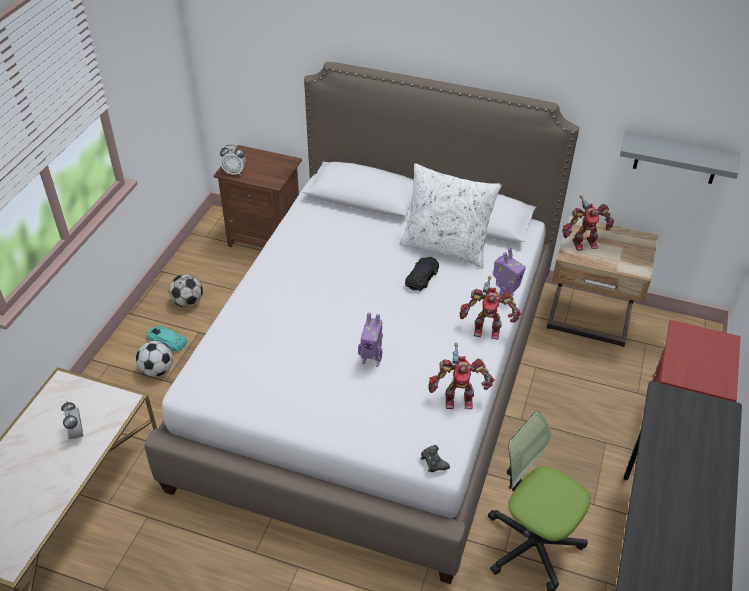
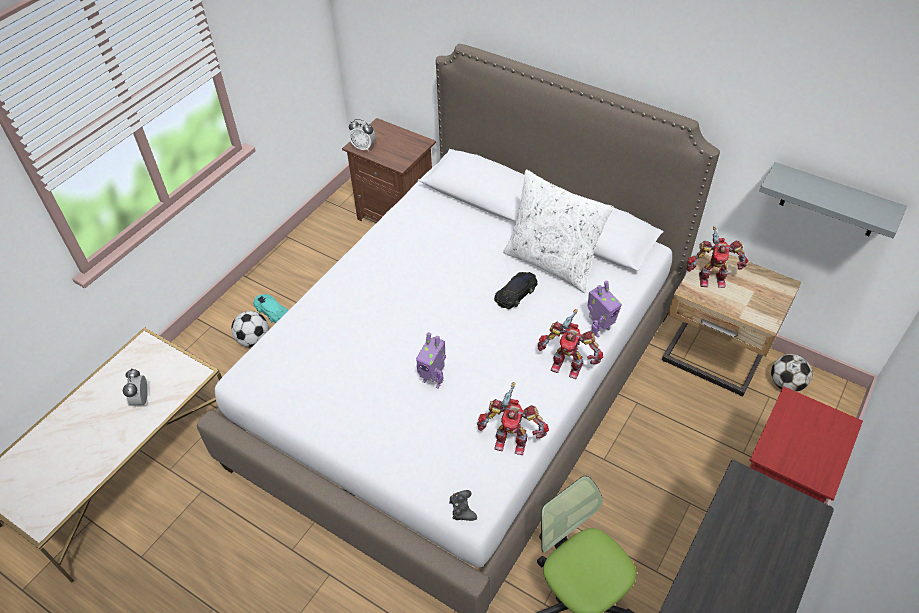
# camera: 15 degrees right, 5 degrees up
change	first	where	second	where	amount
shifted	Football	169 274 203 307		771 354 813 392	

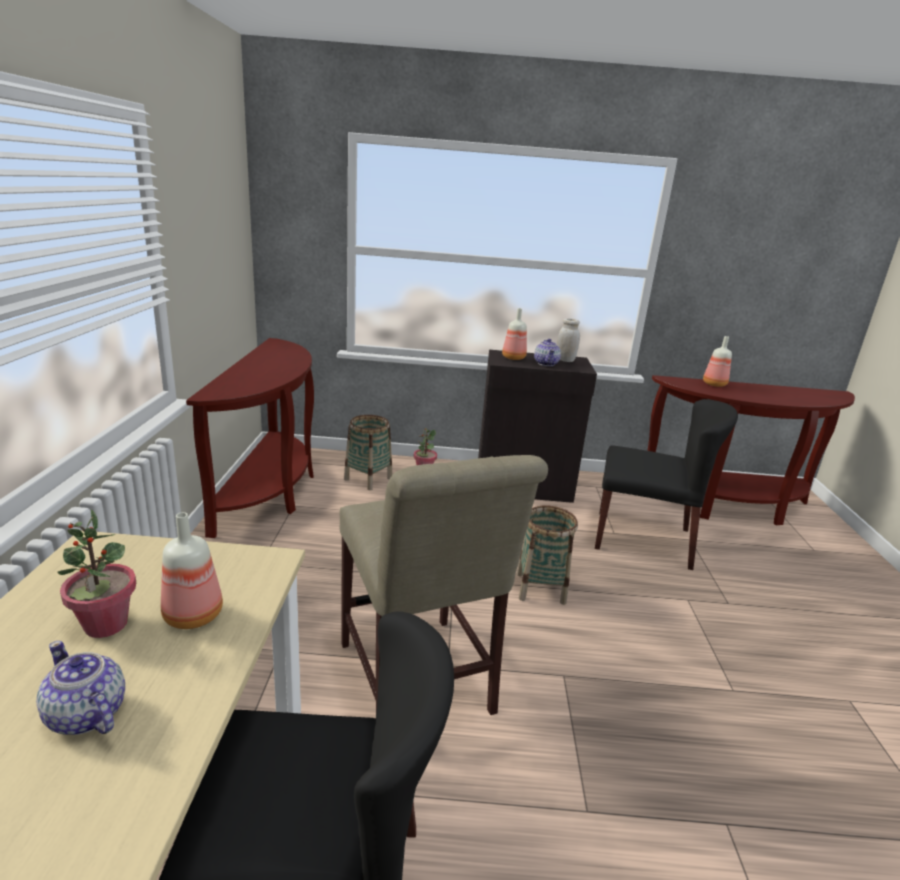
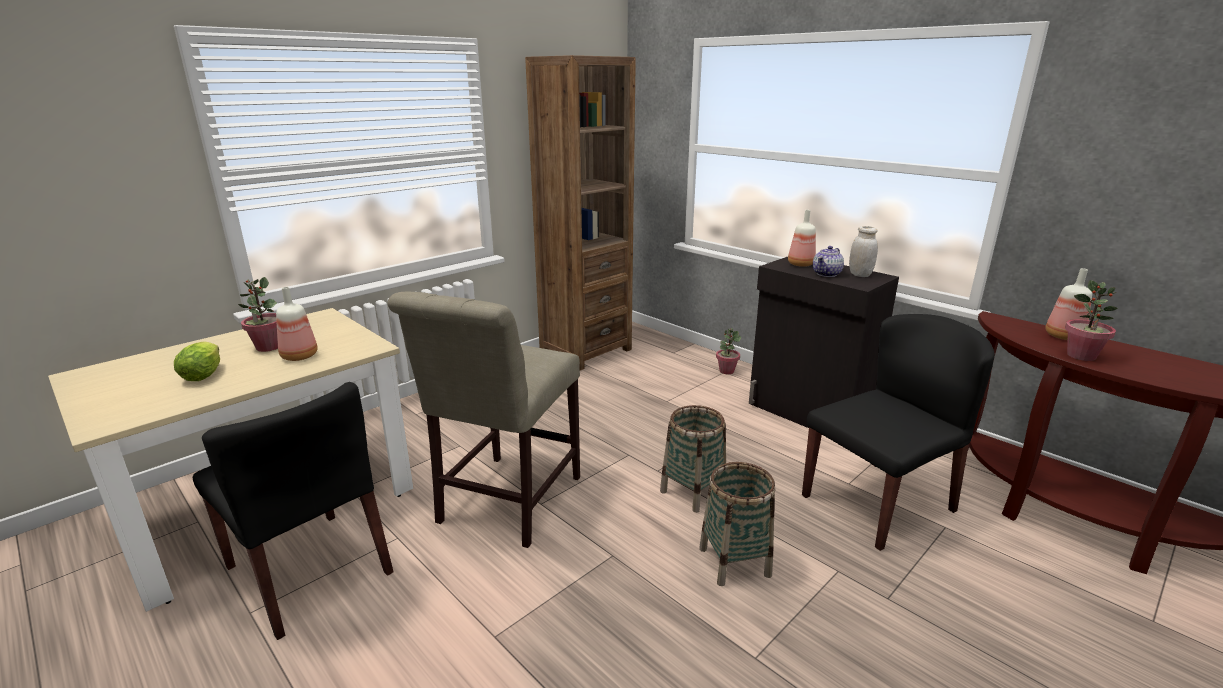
# camera: 45 degrees right, 0 degrees up
change	first	where	second	where	amount
swapped	Teapot	36 641 125 735	Lettuce	174 341 220 381	
swapped	BrownConsoleTable	186 338 314 538	BrownBookcase	525 55 636 370	
shifted	Basket	344 415 392 490		699 462 776 586	
rotated	BlackChair	595 399 738 570		802 314 995 551	90 degrees counterclockwise
new			PottedPlant	1065 280 1118 361	

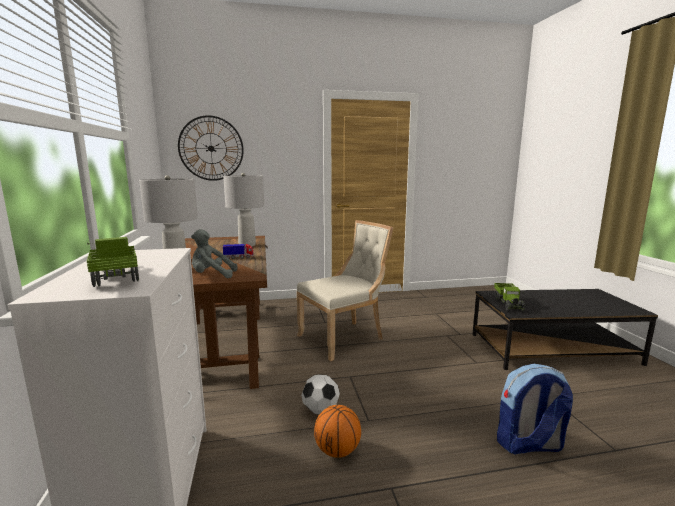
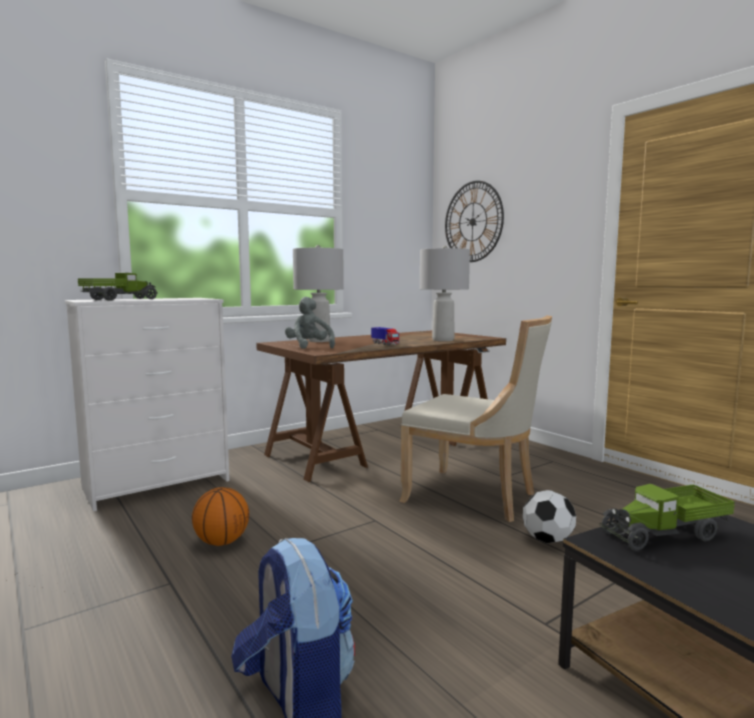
# camera: 65 degrees right, 5 degrees down
change	first	where	second	where	amount
shifted	Football	301 374 340 414		523 490 576 543	

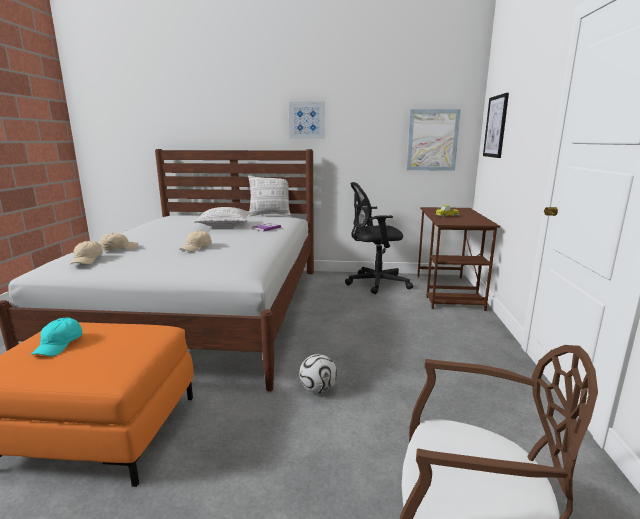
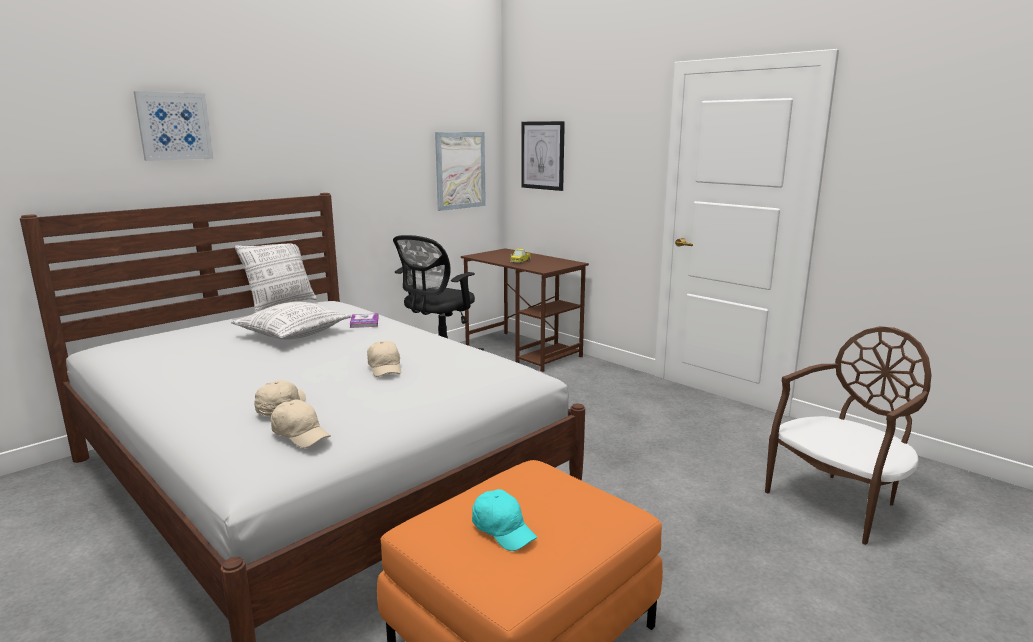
# camera: 50 degrees left, 0 degrees up
change	first	where	second	where	amount
shifted	Picture	289 101 324 139		134 91 213 161	
gone	Football	299 354 337 394			

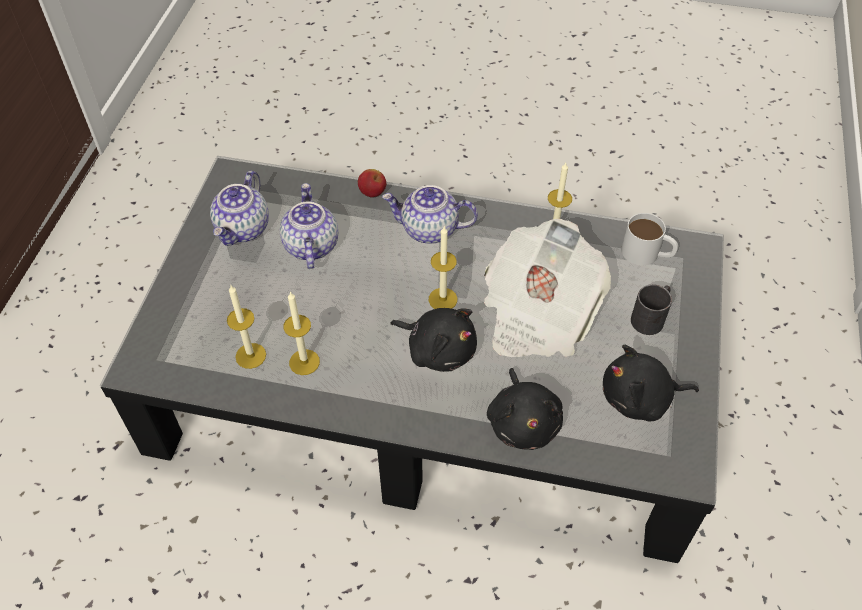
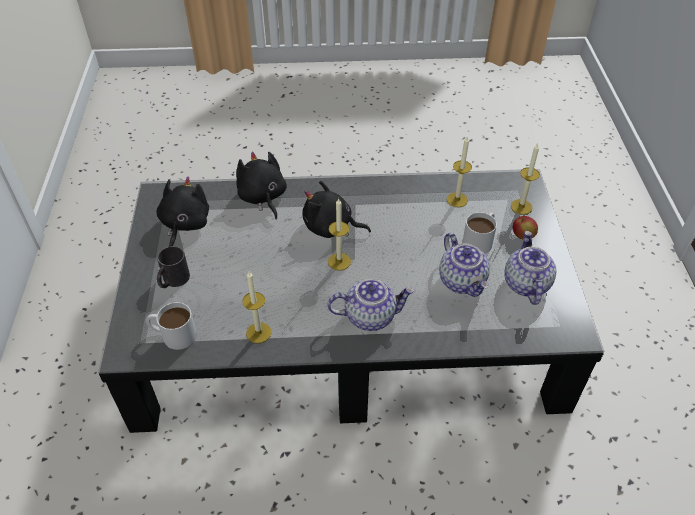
# camera: 165 degrees right, 5 degrees down
change	first	where	second	where	amount
shifted	Candle	284 292 320 375		511 144 540 215	
shifted	Apple	358 169 386 197		513 216 538 239	
gone	Newspaper	484 219 611 357			
rotated	BlackPlushToy	603 345 699 421		157 177 209 246	60 degrees counterclockwise
new			WhiteMug	462 212 497 254	

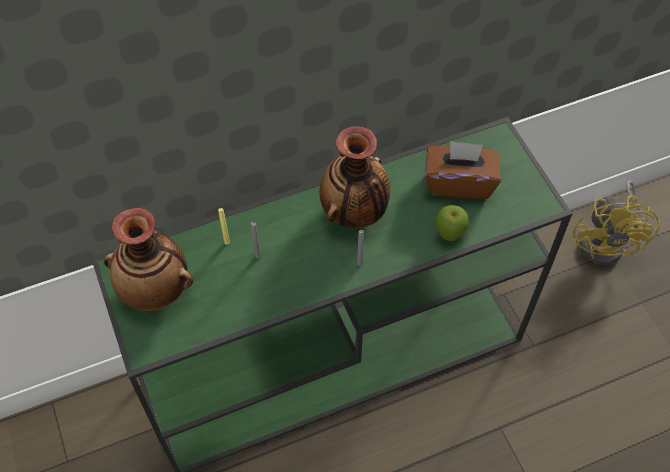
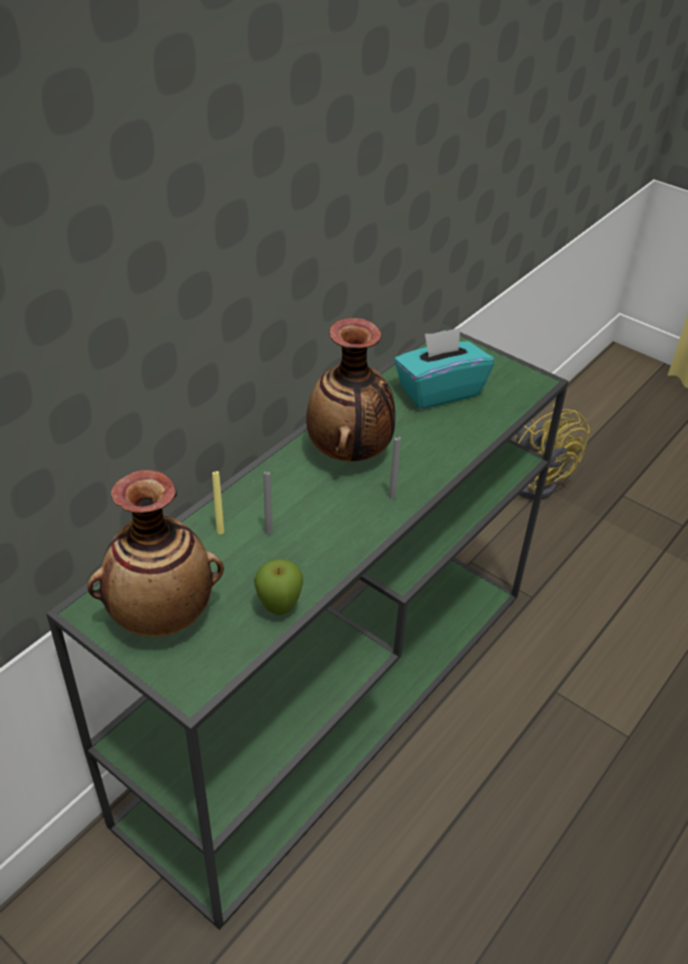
# camera: 30 degrees left, 15 degrees down
change	first	where	second	where	amount
repainted	BrownTissueBox	425 141 501 199	TurquoiseTissueBox	394 328 494 409	
shifted	Apple	436 205 469 241		254 559 303 615	

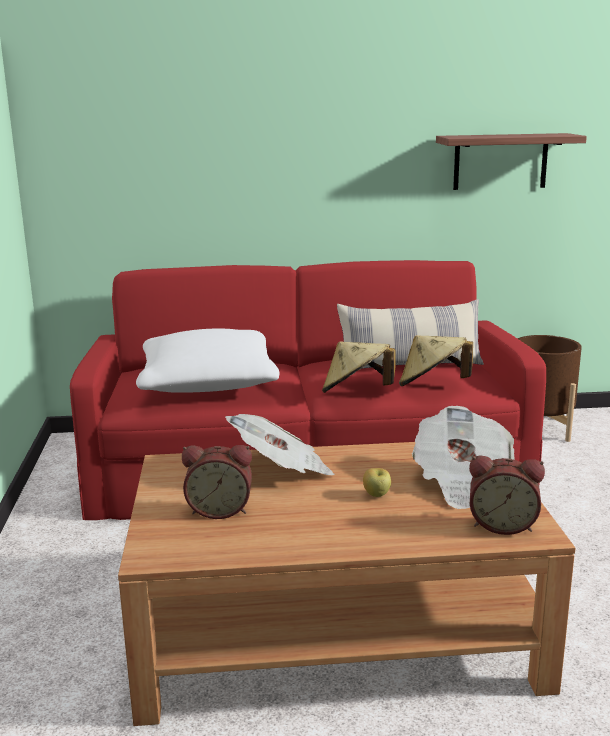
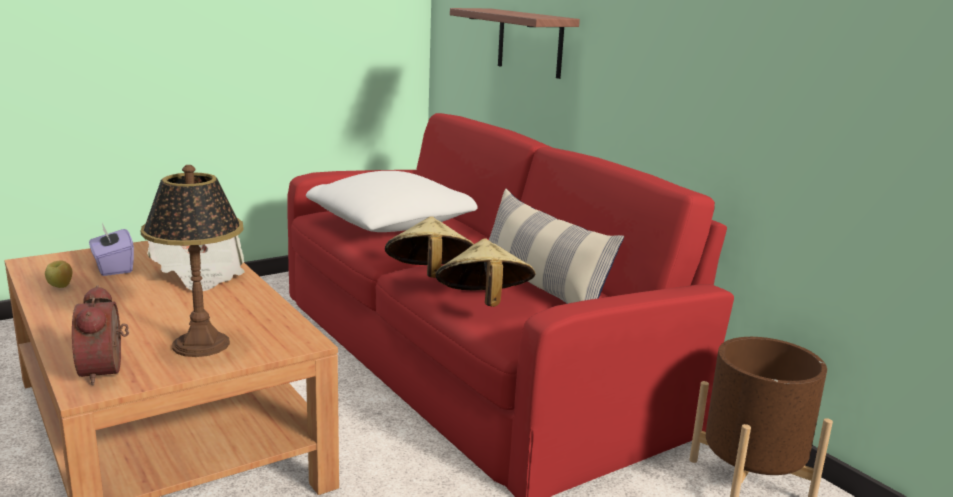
# camera: 60 degrees right, 0 degrees up
change	first	where	second	where	amount
swapped	AlarmClock	182 445 252 519	PurpleTissueBox	89 223 134 276	
shifted	Apple	363 468 391 497		45 260 72 288	
swapped	Newspaper	412 406 515 509	TableLamp	141 165 243 357	
shifted	Shelf	436 133 587 190		450 8 580 79	

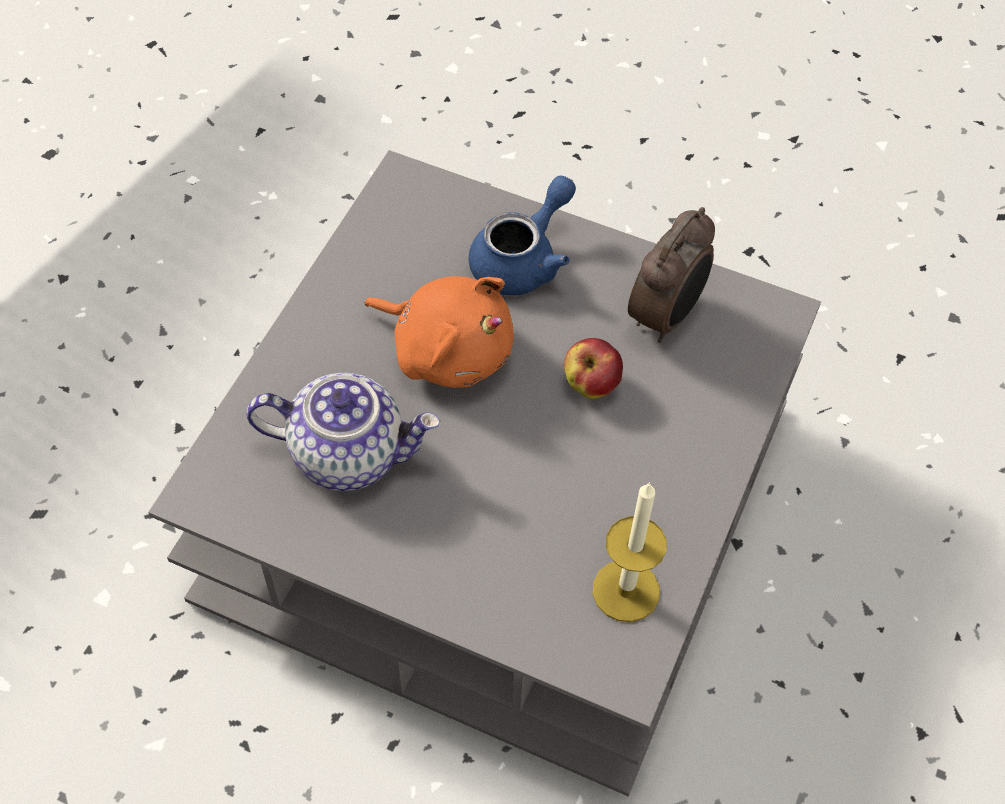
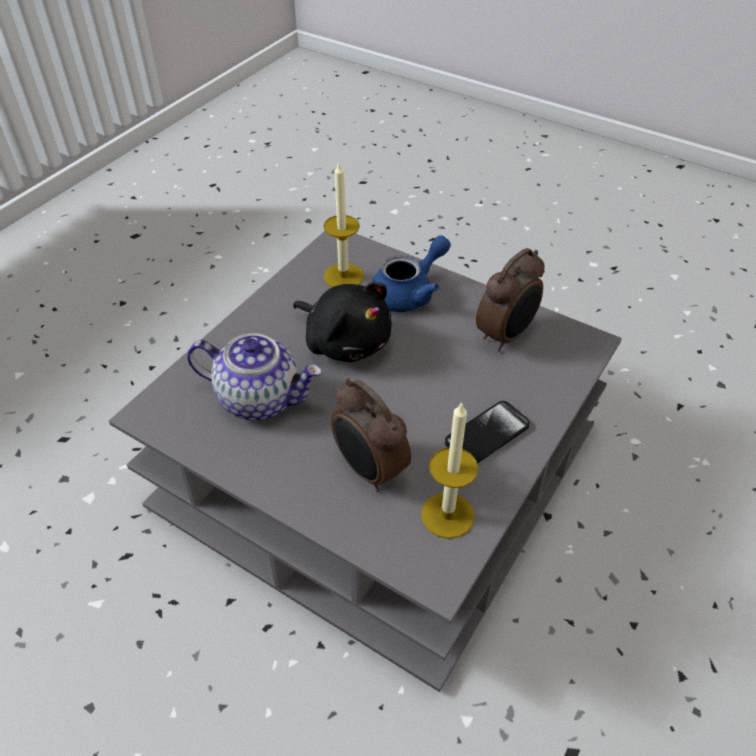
# camera: 10 degrees right, 10 degrees down
change	first	where	second	where	amount
repainted	OrangePlushToy	364 276 514 388	BlackPlushToy	293 282 392 362	
gone	Apple	564 338 623 399			
new			Candle	324 163 364 287	
new			AlarmClock	331 378 411 492	
new			Phone	445 401 530 464	

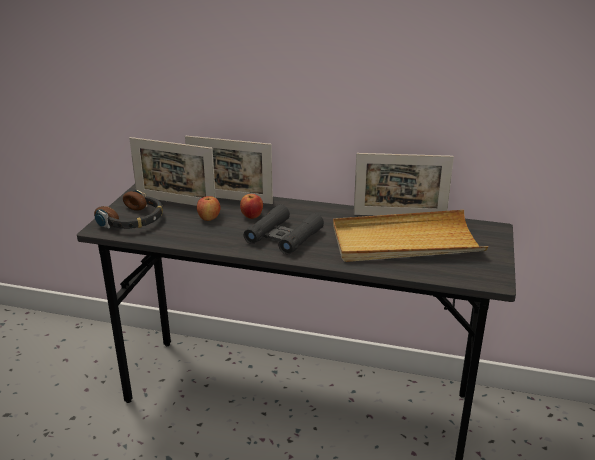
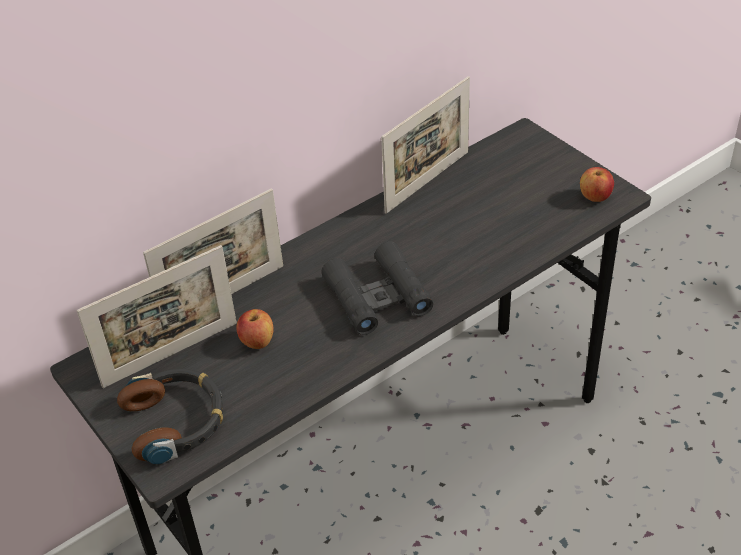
# camera: 50 degrees left, 15 degrees up
change	first	where	second	where	amount
shifted	Apple	240 194 263 219		580 167 614 202	
gone	BeigeTray	333 210 488 262			

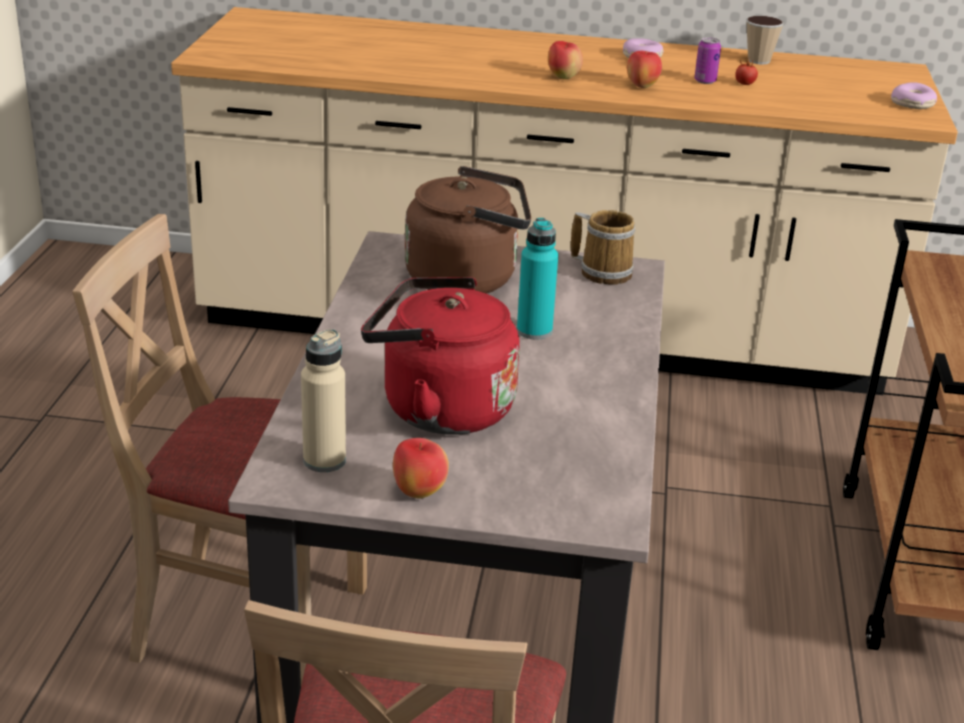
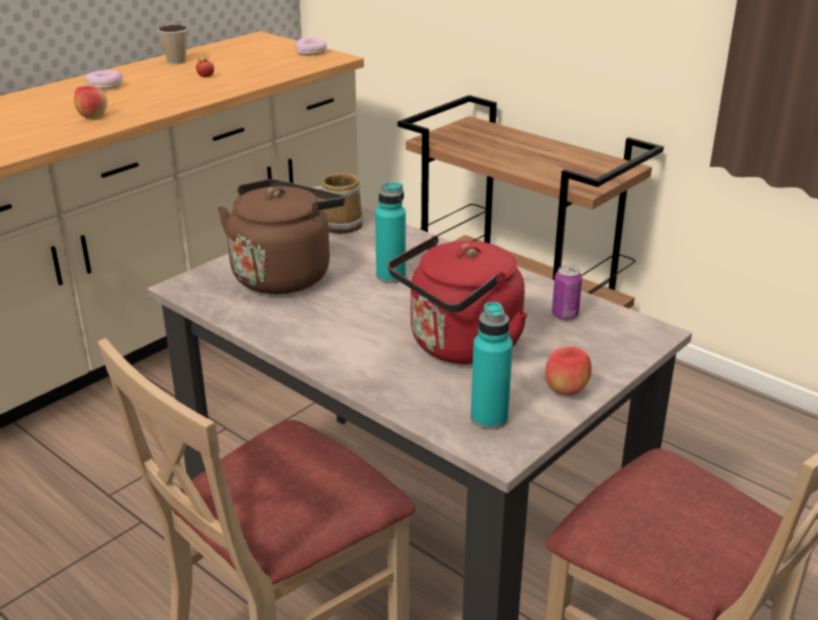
# camera: 55 degrees left, 0 degrees up
change	first	where	second	where	amount
repainted	BeigeBottle	301 329 346 472	TurquoiseBottle	471 302 513 430	
gone	Apple	627 51 662 88			
shifted	Can	694 37 721 84		552 265 582 320	

